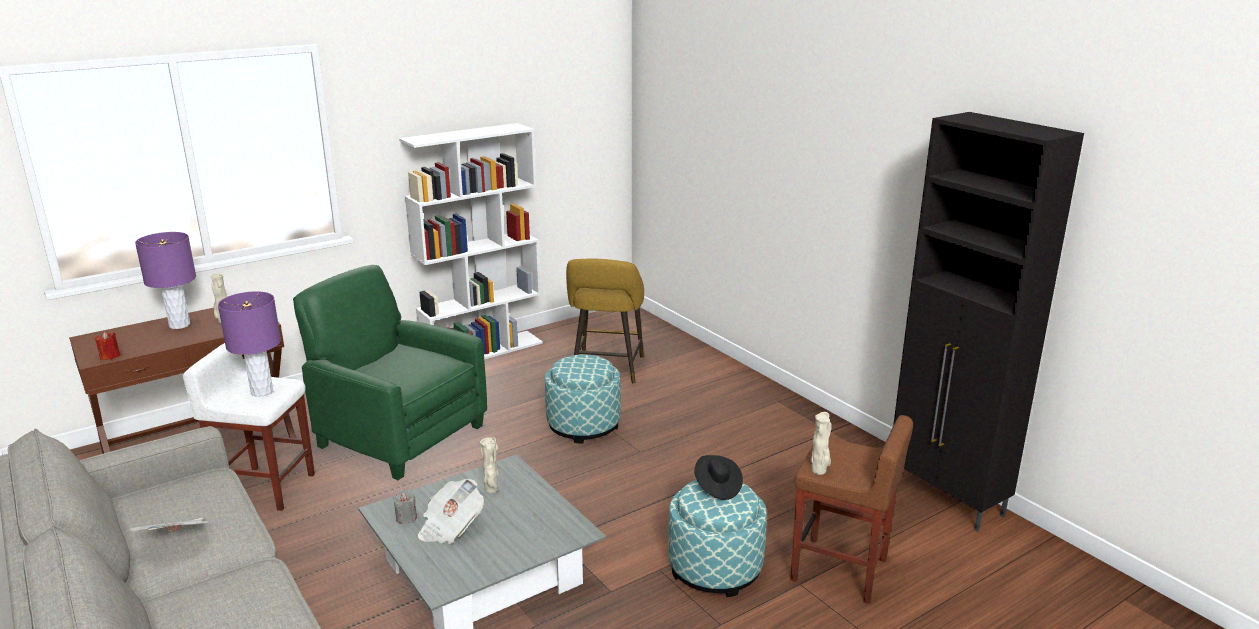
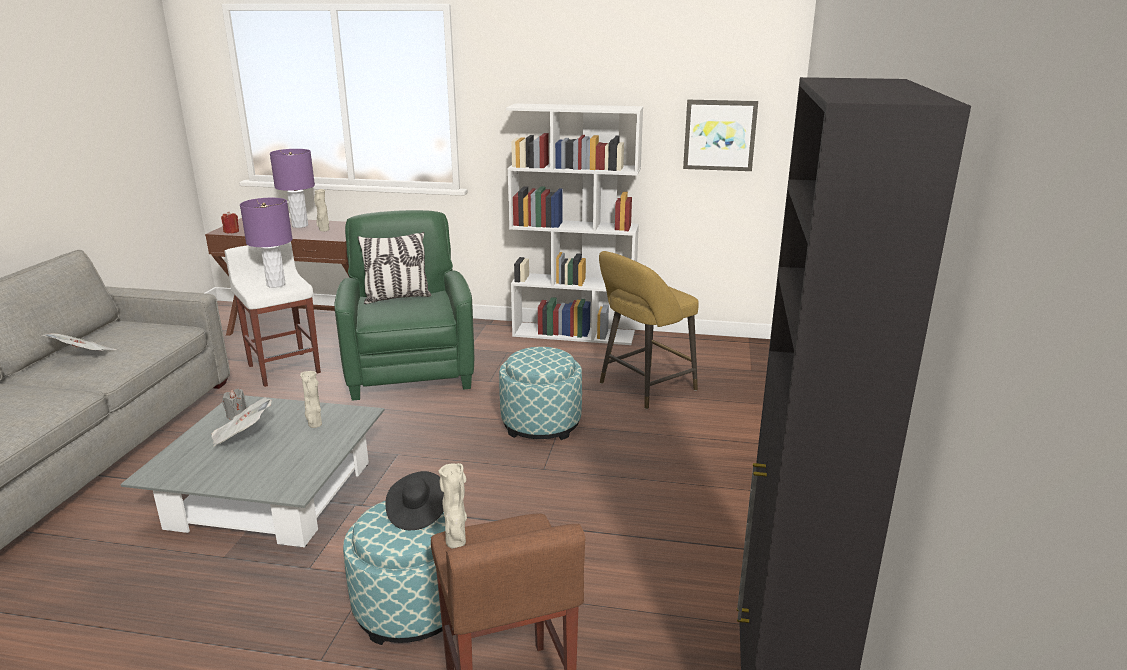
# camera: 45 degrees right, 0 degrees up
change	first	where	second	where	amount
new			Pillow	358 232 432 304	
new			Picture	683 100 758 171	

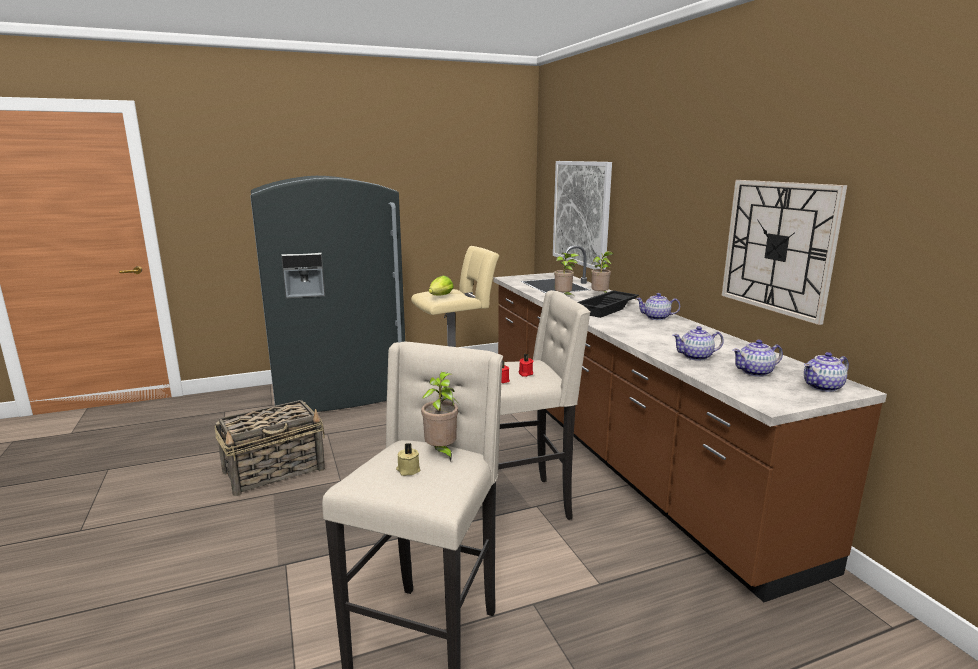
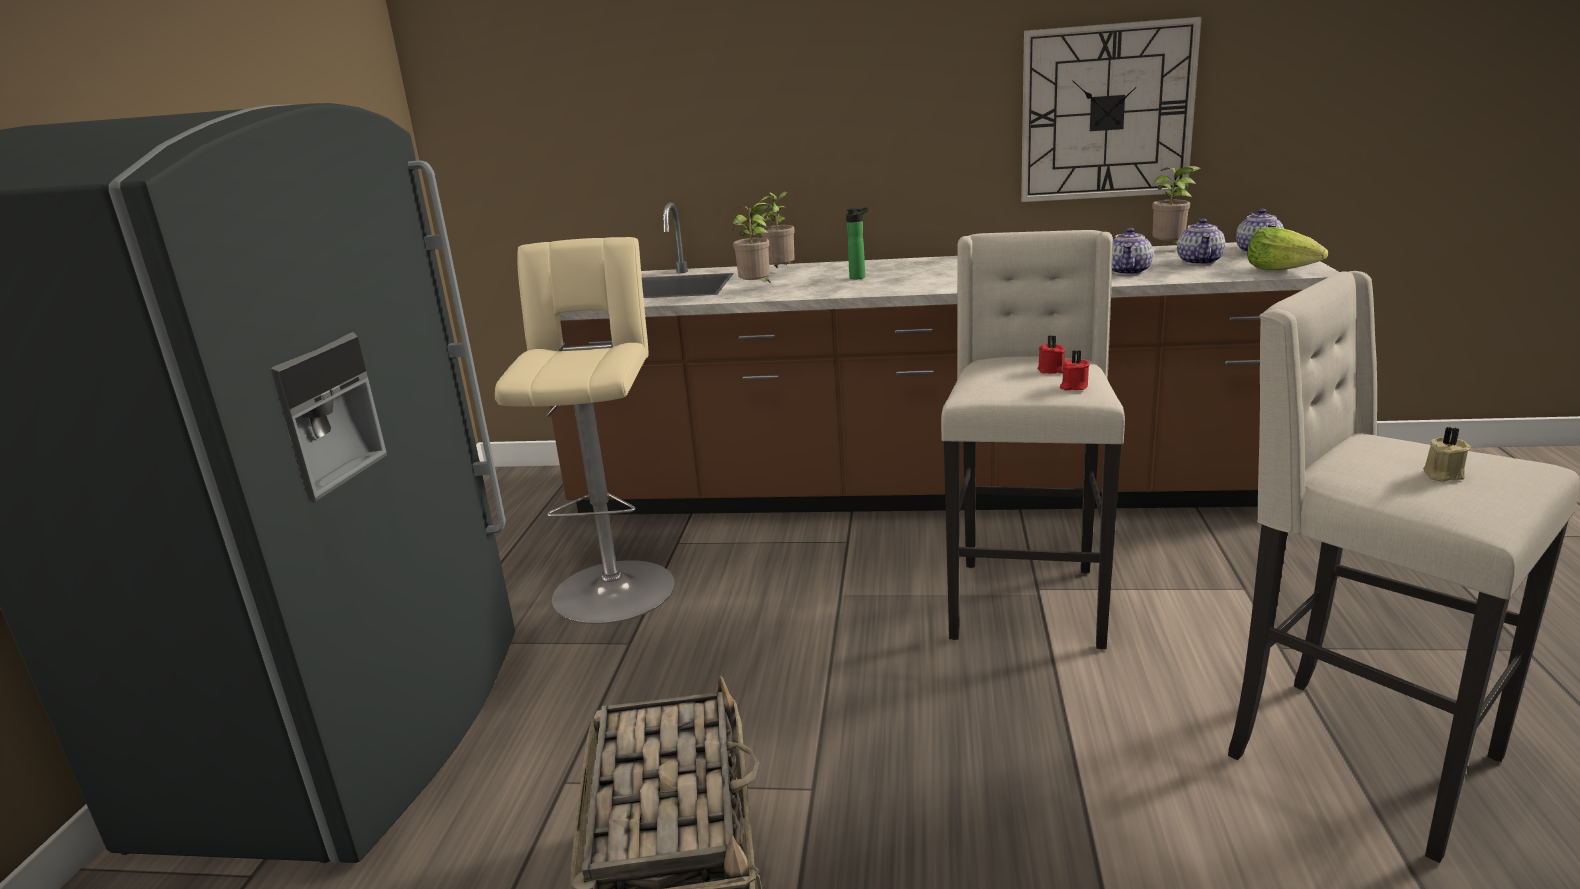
# camera: 60 degrees left, 5 degrees up
change	first	where	second	where	amount
shifted	PottedPlant	421 372 458 462		1152 166 1201 244	
shifted	Lettuce	429 276 454 296		1247 227 1328 270	
gone	Picture	553 161 612 270			
swapped	BlackTray	578 291 639 318	Bottle	846 208 869 280	
gone	Teapot	636 293 680 320			

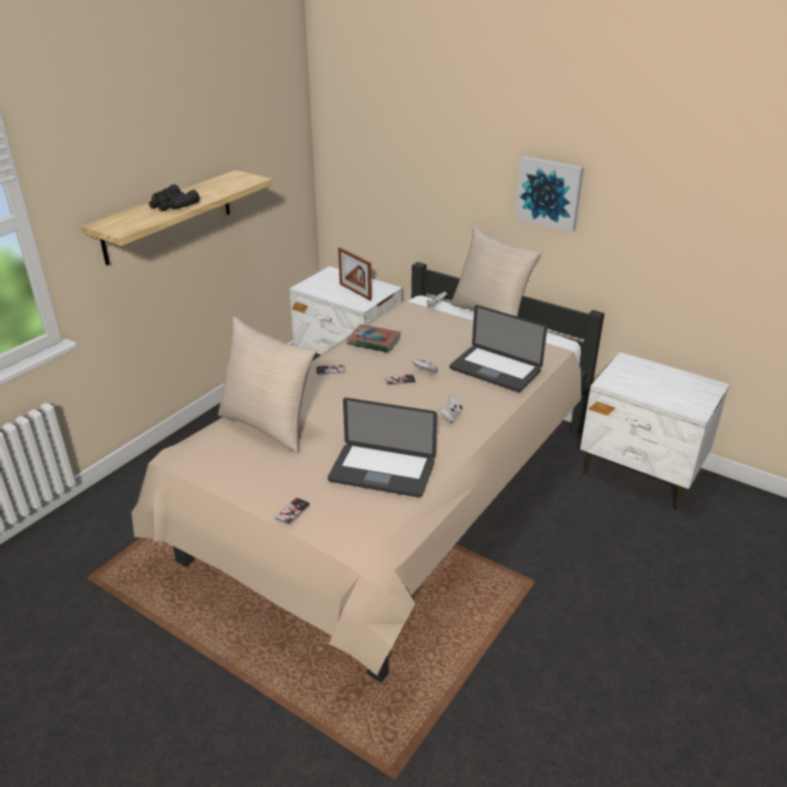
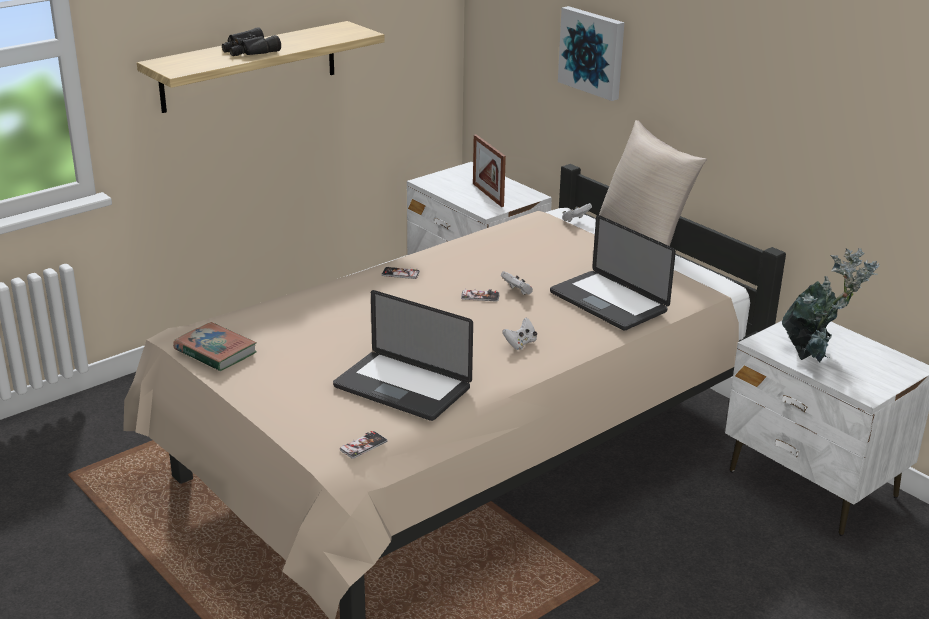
# camera: 15 degrees right, 5 degrees down
change	first	where	second	where	amount
gone	BeigePillow	218 317 317 454			
shifted	Phone	275 498 310 525		340 431 387 459	
shifted	Book	347 324 401 353		173 322 257 371	
shifted	Picture	515 156 584 232		558 6 624 101	
new			PottedPlant	782 248 879 363	

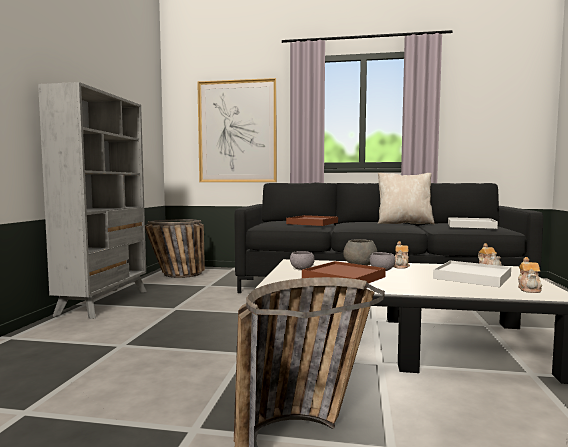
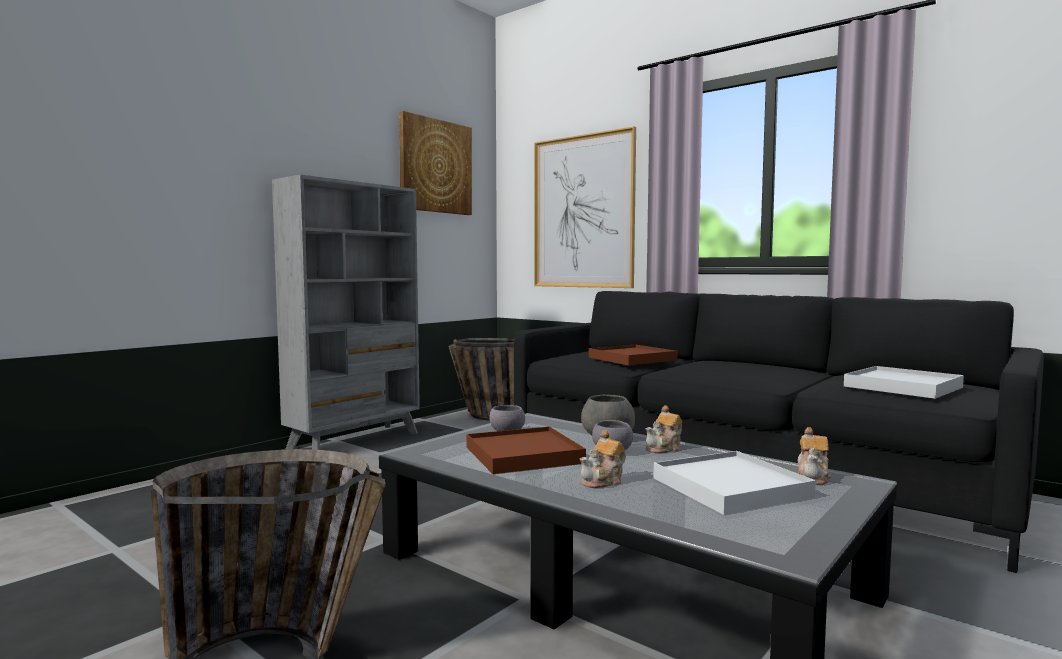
# camera: 30 degrees right, 0 degrees up
change	first	where	second	where	amount
gone	BeigePillow	378 173 435 224			
shifted	Teapot	518 257 542 293		580 430 626 488	
new			Picture	399 111 472 215	

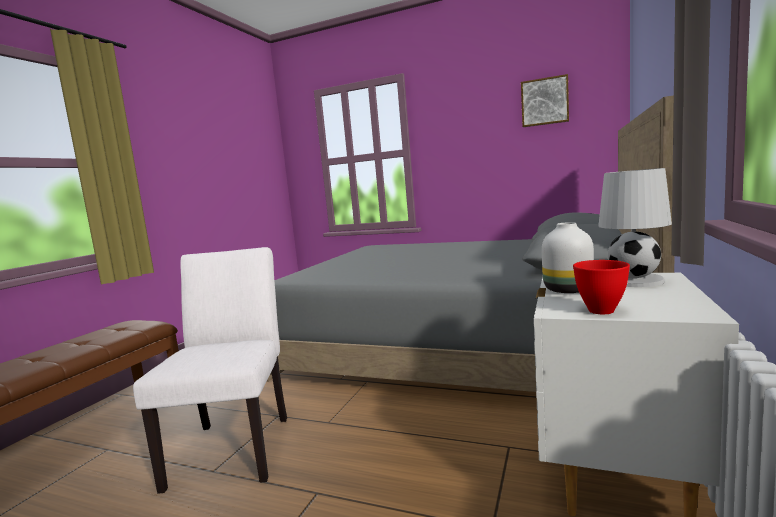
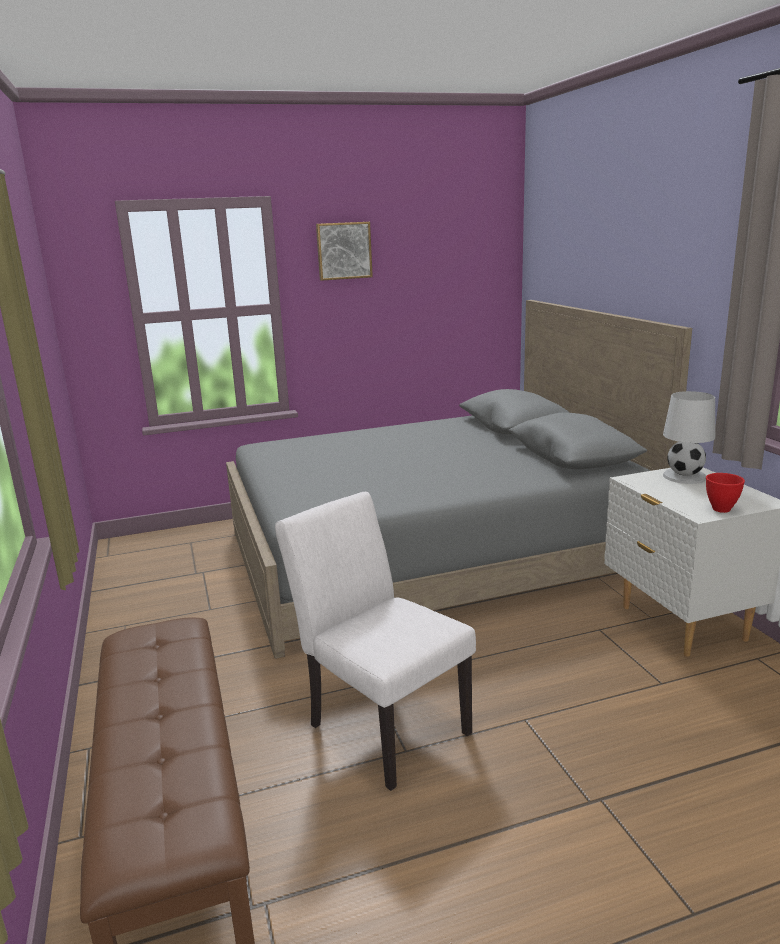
# camera: 40 degrees left, 10 degrees up
change	first	where	second	where	amount
shifted	Picture	521 74 569 127		316 222 373 281	
gone	WhiteVase	542 222 594 293			

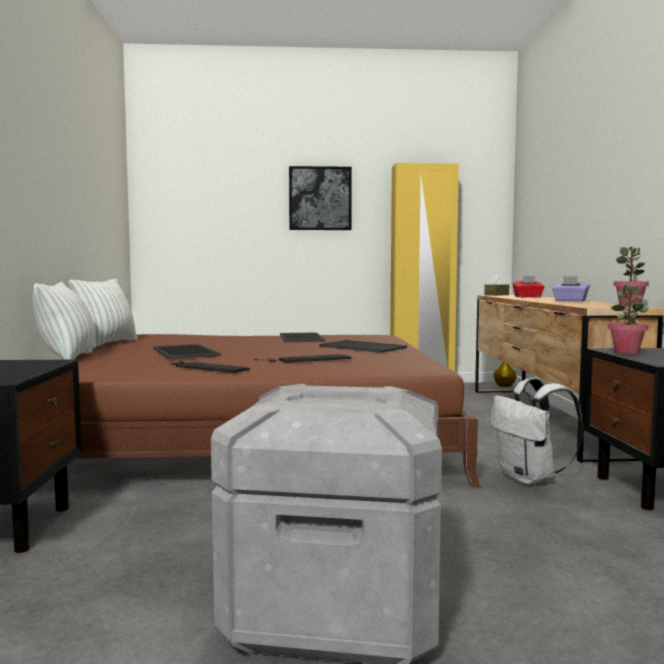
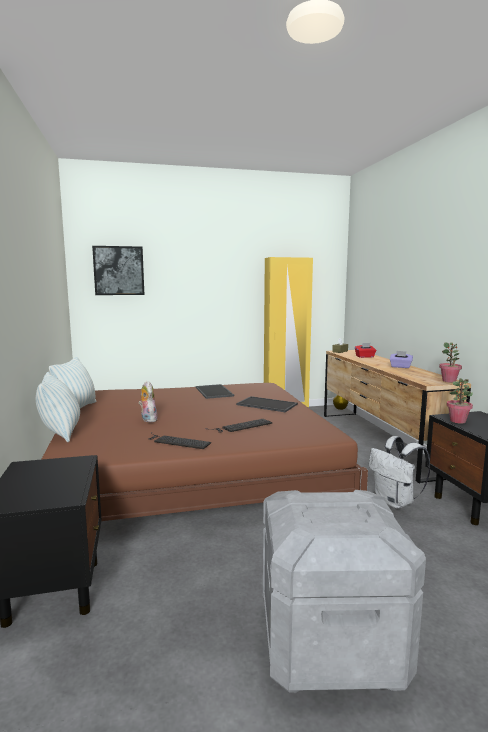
# camera: 10 degrees left, 5 degrees up
change	first	where	second	where	amount
swapped	Tray	153 344 220 359	PlushToy	138 380 158 422	
shifted	Picture	289 166 352 230		92 246 144 295	

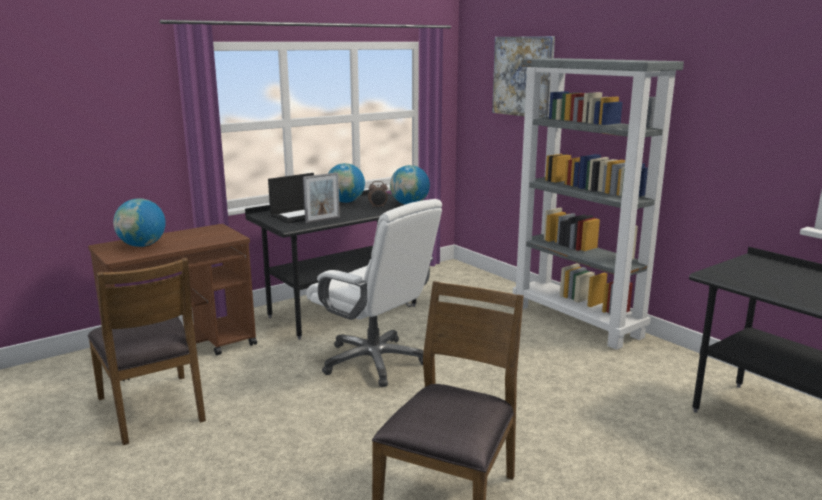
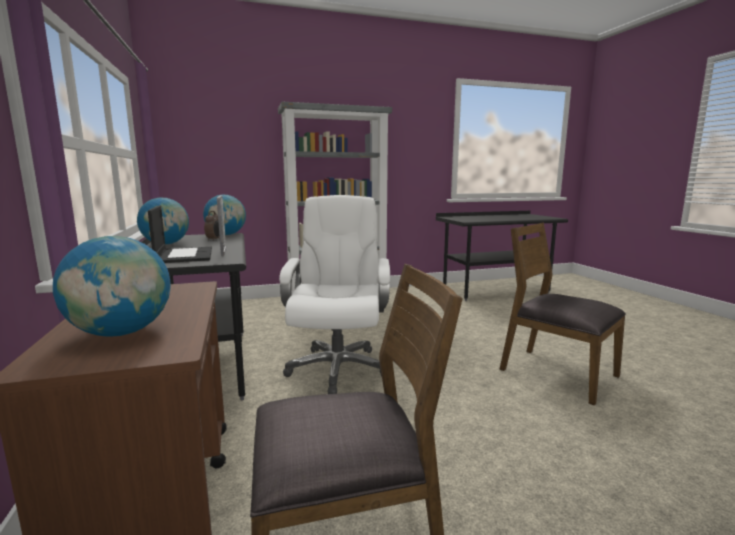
# camera: 70 degrees left, 5 degrees down
change	first	where	second	where	amount
rotated	WhiteOfficeChair	306 199 442 387		279 195 390 394	60 degrees counterclockwise
gone	Picture	492 36 555 117			

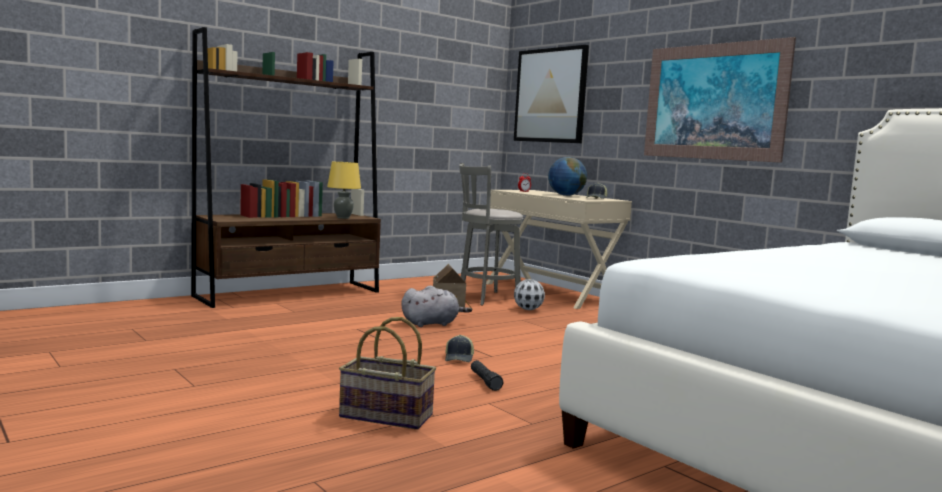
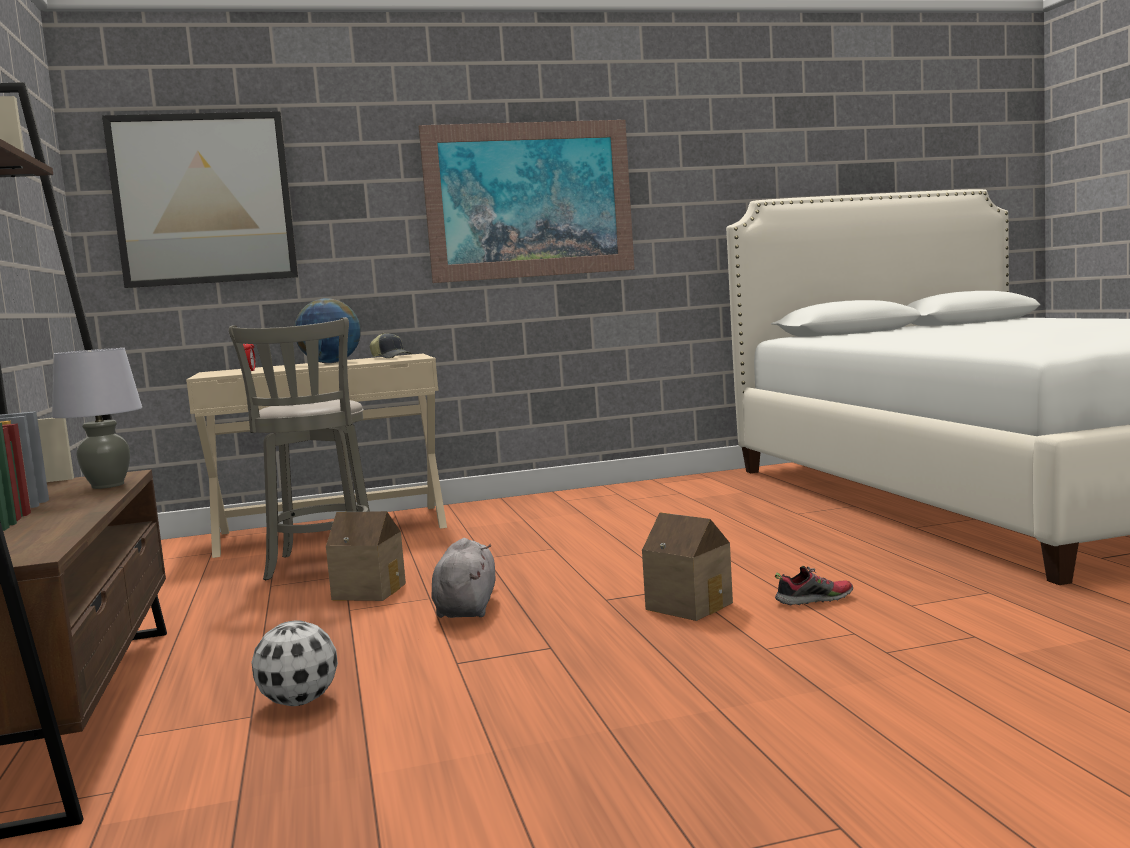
# camera: 65 degrees left, 0 degrees up
change	first	where	second	where	amount
repainted	YellowTableLamp	327 162 361 219	GreyTableLamp	52 348 142 489	
gone	Basket	339 317 436 430			
swapped	Cap	445 335 474 362	ToyHouse	642 512 733 621	
swapped	BlackFlashlight	471 360 503 391	Shoe	775 566 853 606	
shifted	Football	514 279 545 310		251 620 338 706	

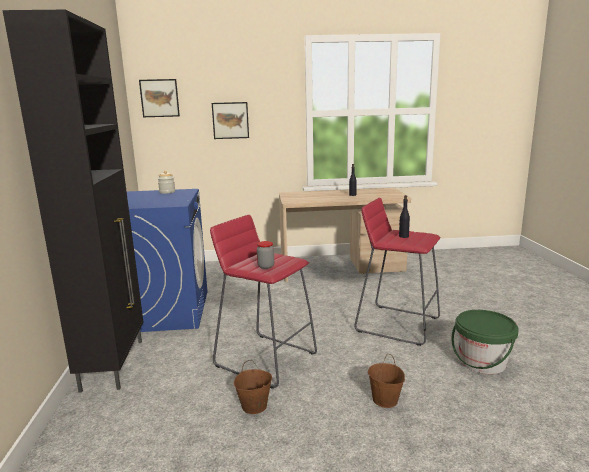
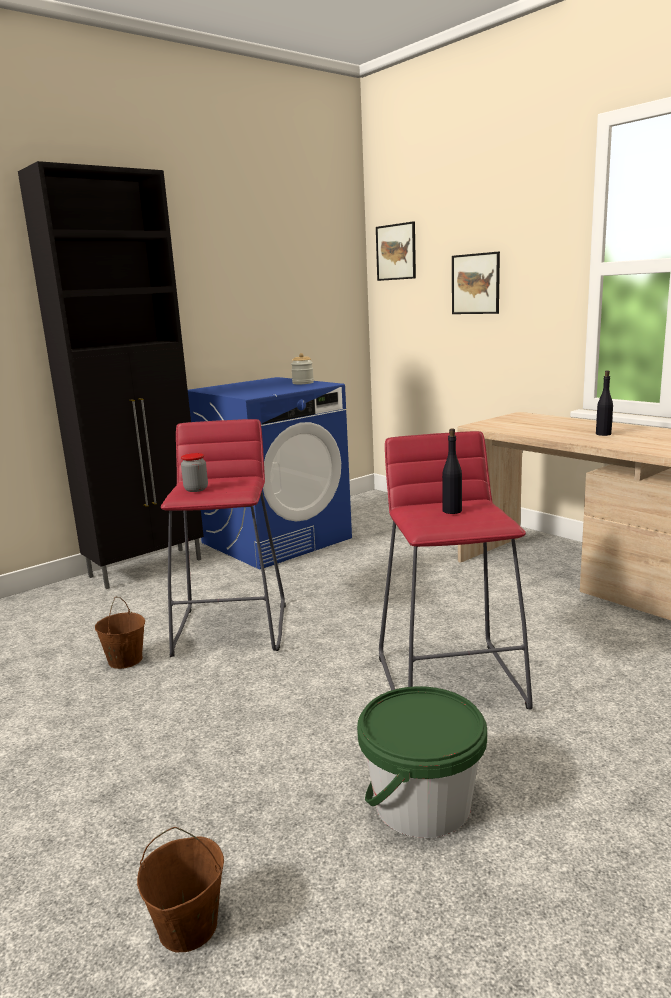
# camera: 55 degrees right, 0 degrees up
change	first	where	second	where	amount
shifted	BrownBucket	368 354 405 408		137 827 224 953	

